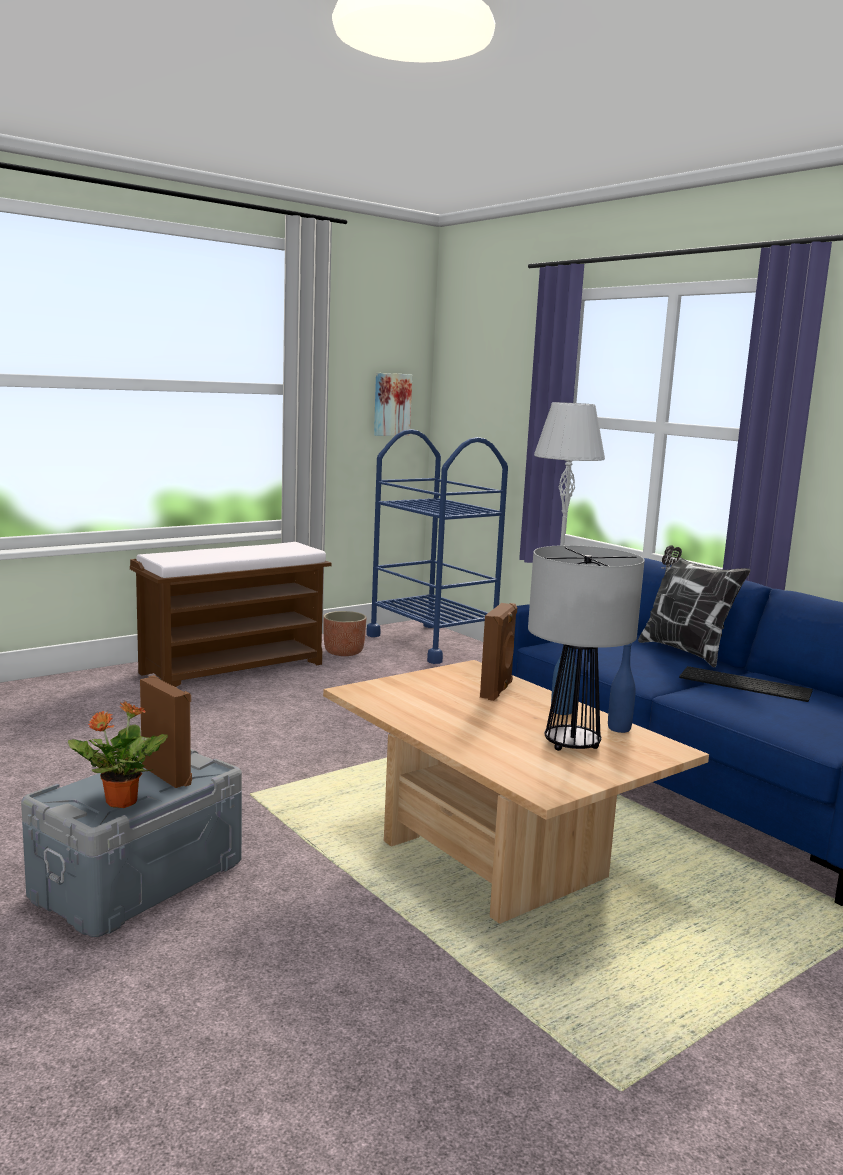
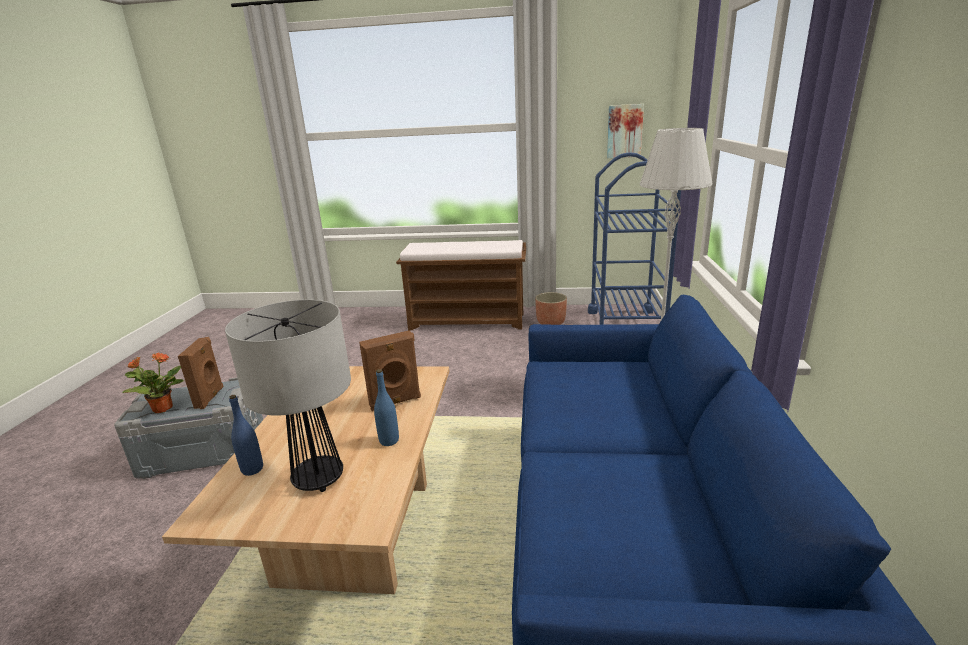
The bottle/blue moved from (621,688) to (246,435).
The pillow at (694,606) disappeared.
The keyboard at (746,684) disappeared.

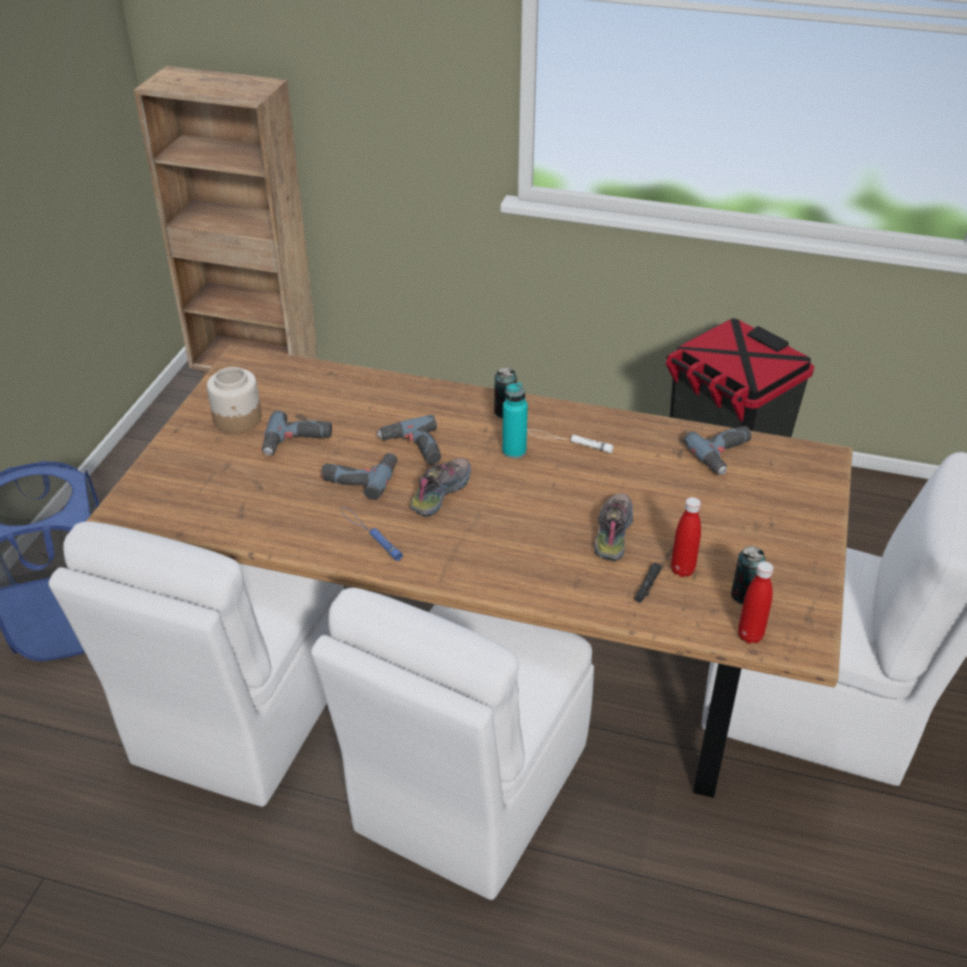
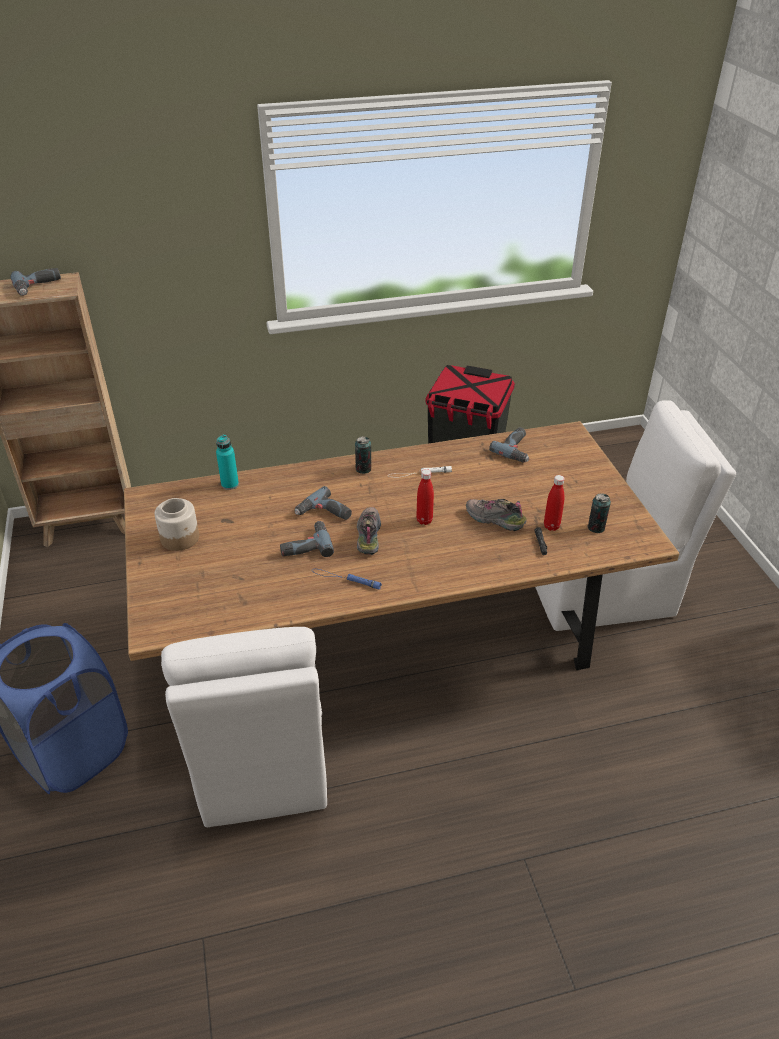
The power drill moved from (297,433) to (35,282).
The chair/white at (452,744) disappeared.
The bottle/turquoise moved from (515,420) to (227,462).
The shoe at (613,527) turned 45 degrees counterclockwise.
The bottle/red moved from (756,602) to (425,497).

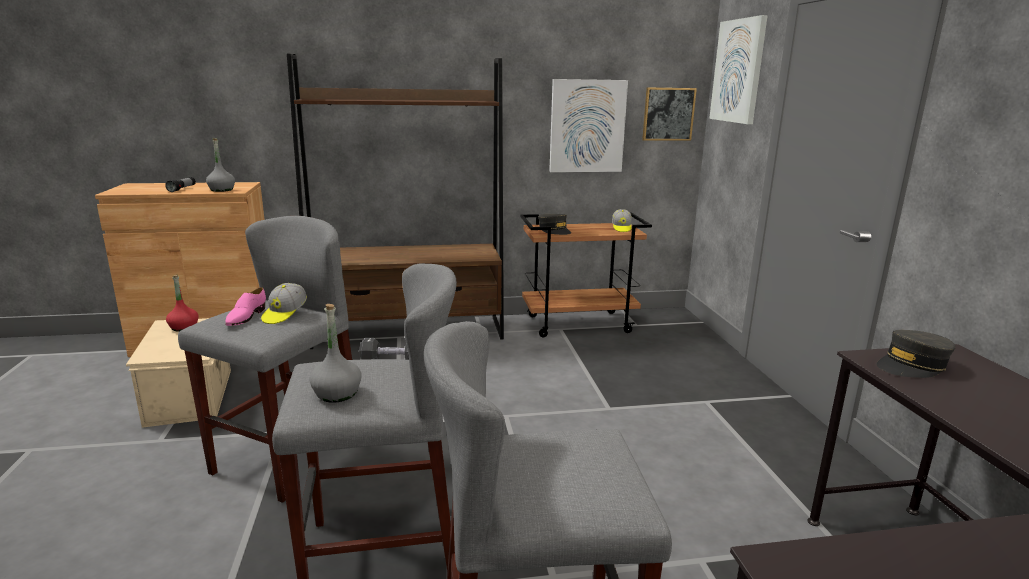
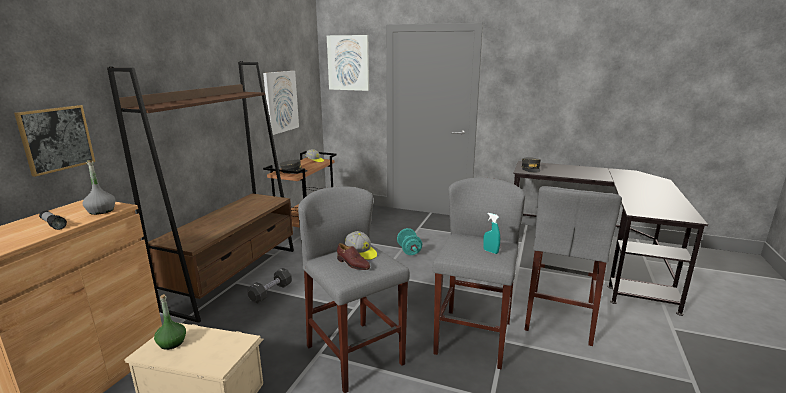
The bottle/red at (182,303) became the bottle/green at (170,322).
The shoe/pink at (245,306) became the shoe/brown at (353,256).
The bottle/grey at (336,353) was replaced by the spray bottle/turquoise at (491,233).
The picture moved from (669,114) to (54,141).
The dumbbell/turquoise at (409,241) appeared.

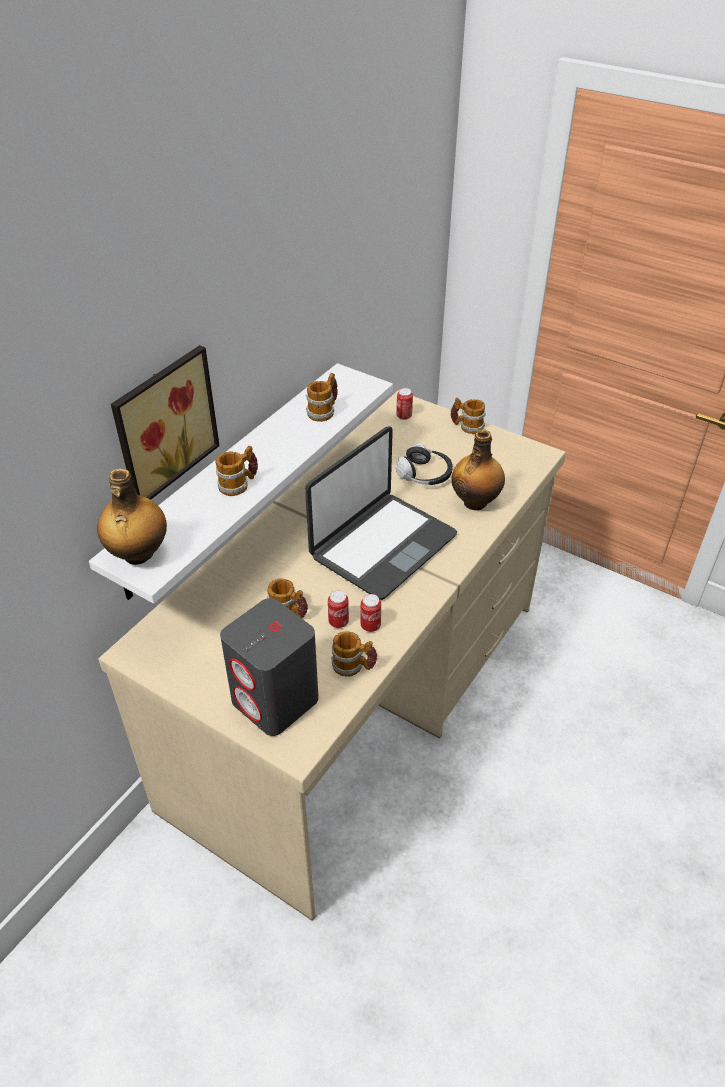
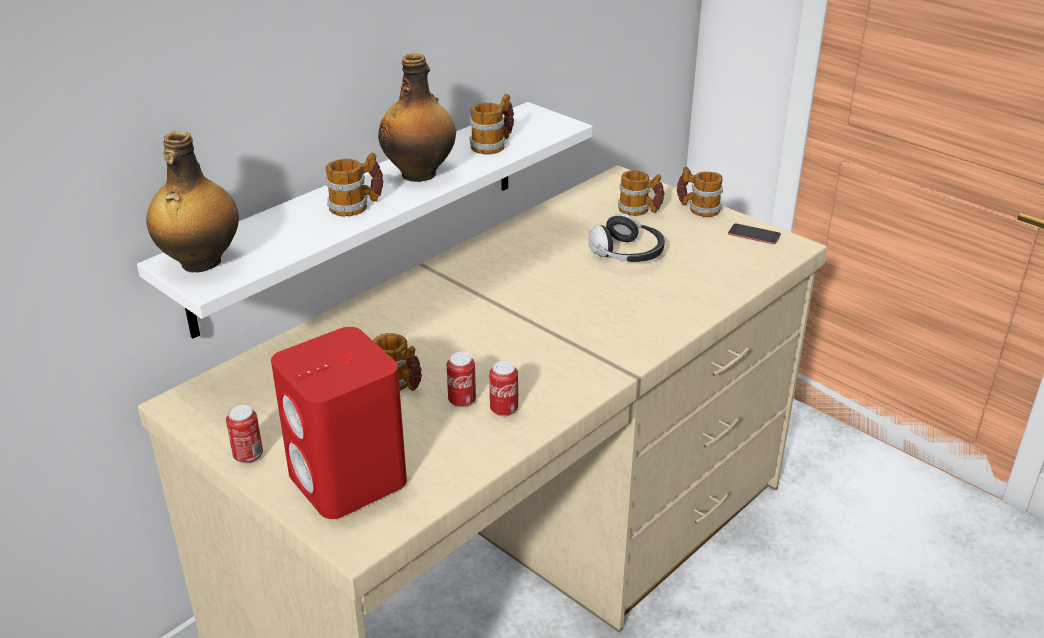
The picture at (165,422) disappeared.
The speaker/grey at (269,667) became the speaker/red at (339,423).
The laptop at (381,513) disappeared.
The mug moved from (354,654) to (641,193).
The can moved from (404,404) to (244,434).
The bottle moved from (478,469) to (417,117).
The phone at (754,233) appeared.

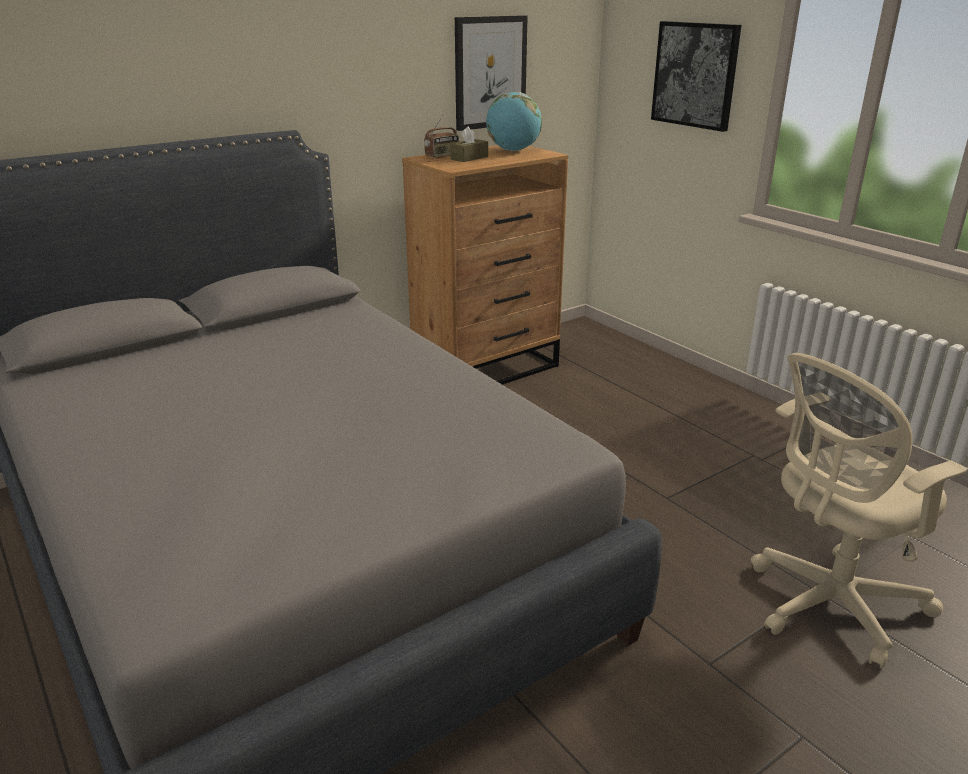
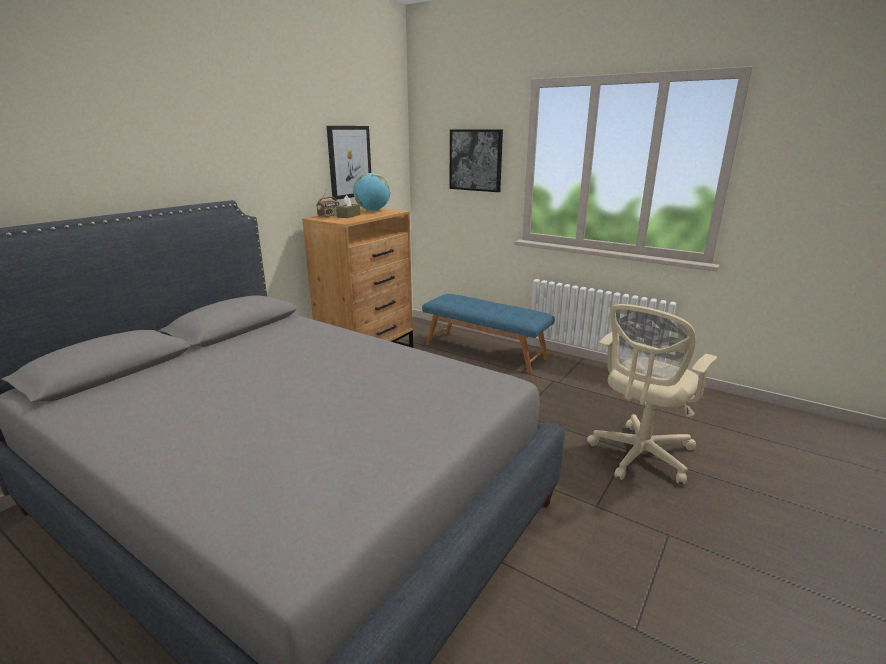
The bench/blue at (488,334) appeared.

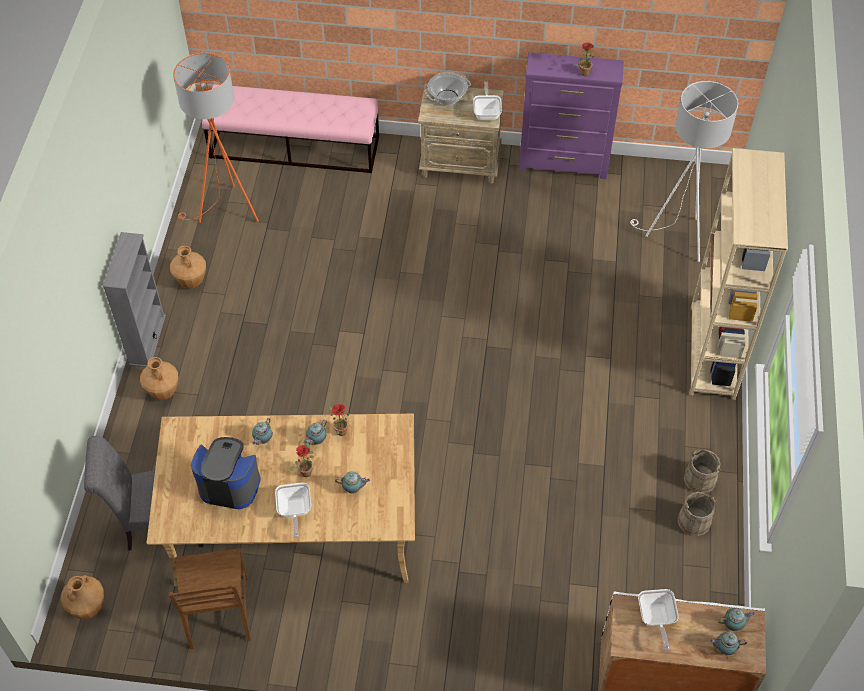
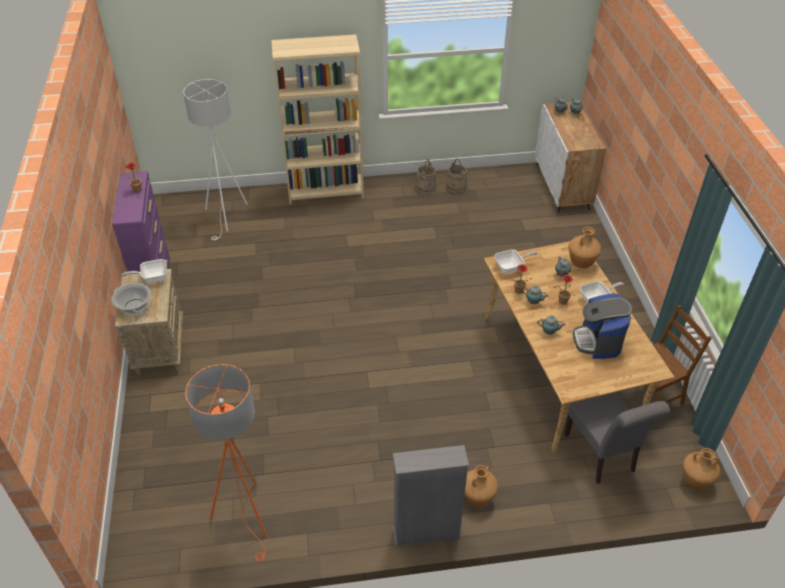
The vase/brown moved from (188,267) to (585,247).
The bench/pink at (290,128) disappeared.
The frying pan moved from (658,620) to (516,261).

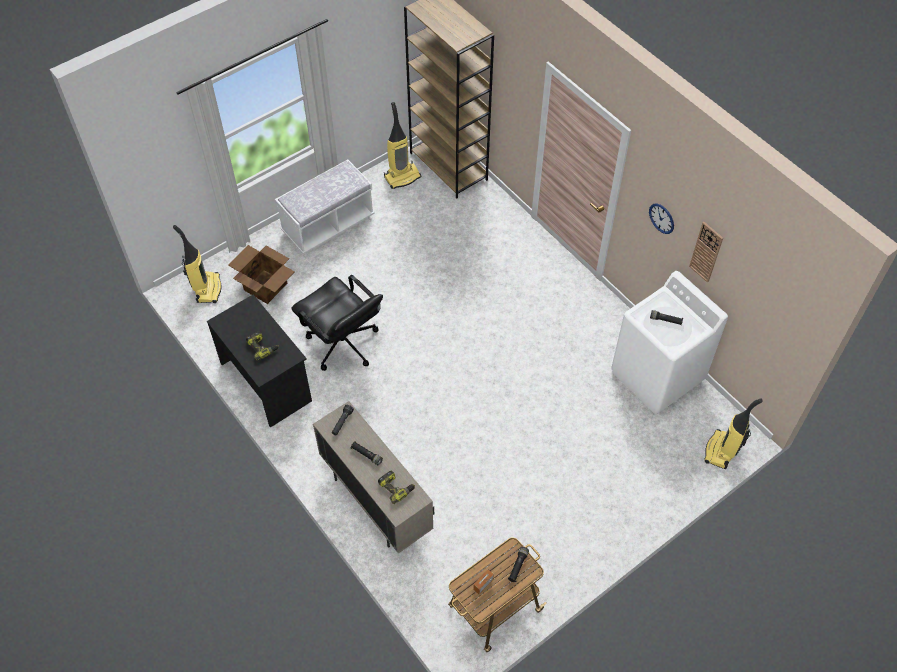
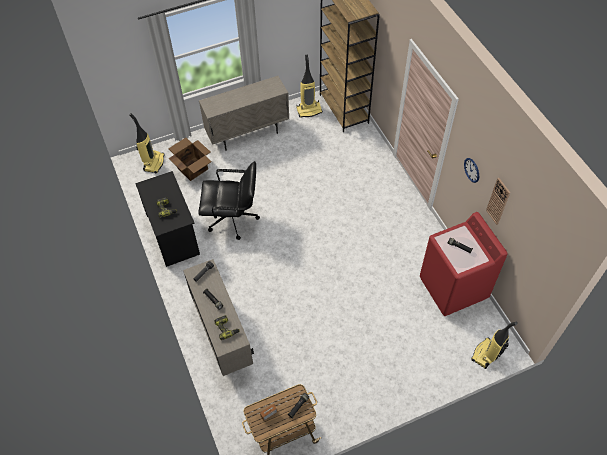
The bench/white at (324,207) was replaced by the cabinet/beige at (244,113).
The office chair/black at (337,323) turned 60 degrees counterclockwise.
The washing machine/white at (669,342) became the washing machine/red at (464,264).

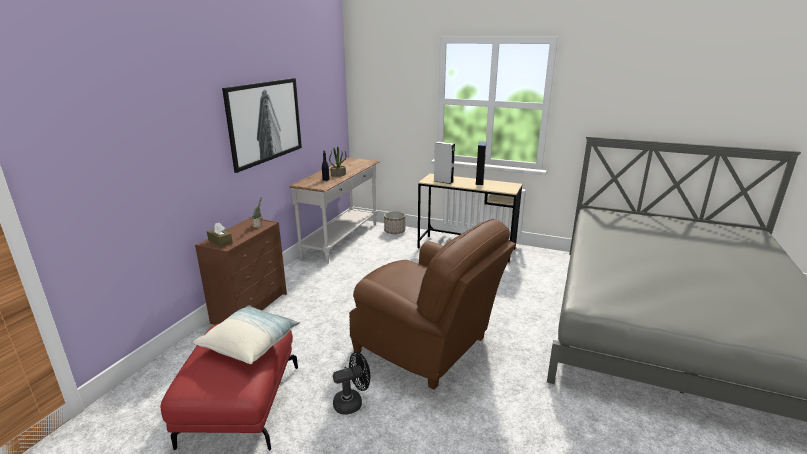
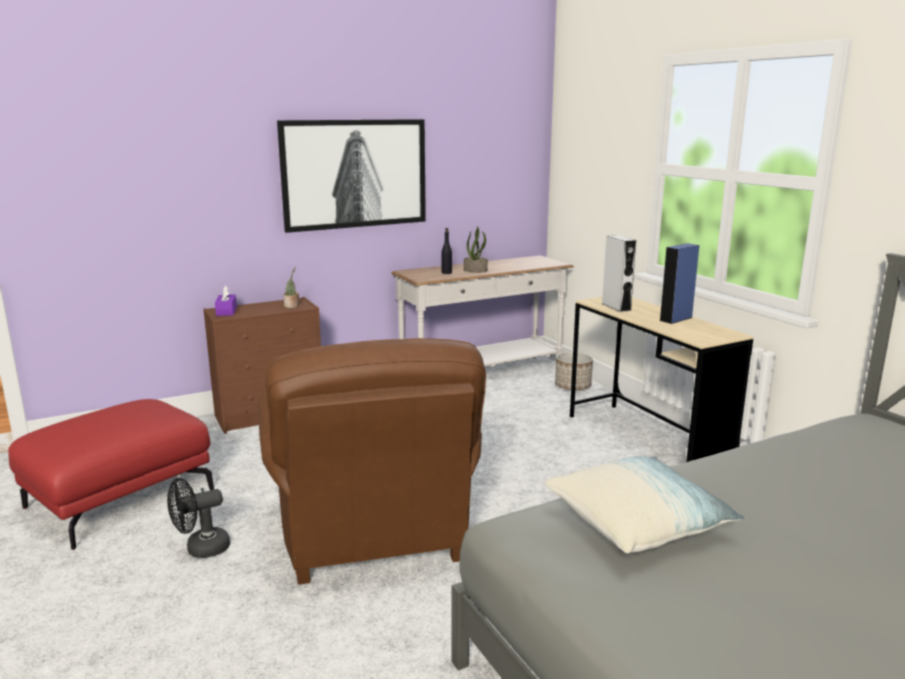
The pillow moved from (246,334) to (644,504).
The tissue box/brown at (220,235) became the tissue box/purple at (226,300).
The fan/black at (351,383) turned 135 degrees clockwise.

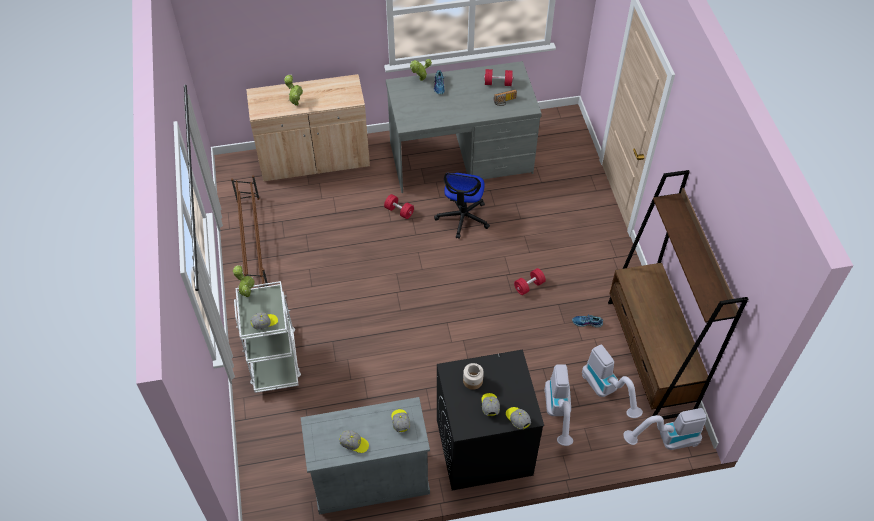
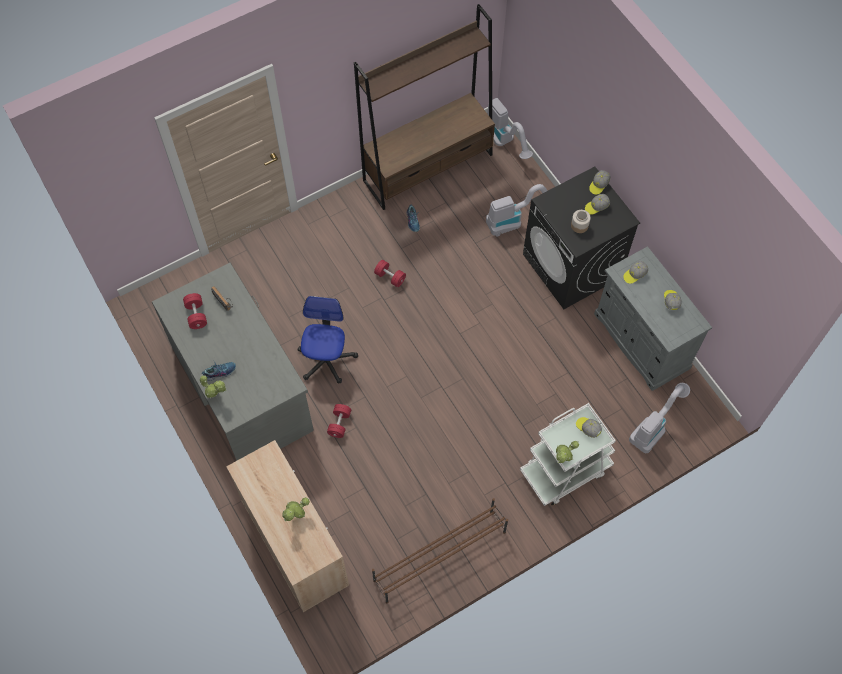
The office chair at (462,206) turned 75 degrees counterclockwise.
The vacuum cleaner moved from (612,381) to (659,418).

